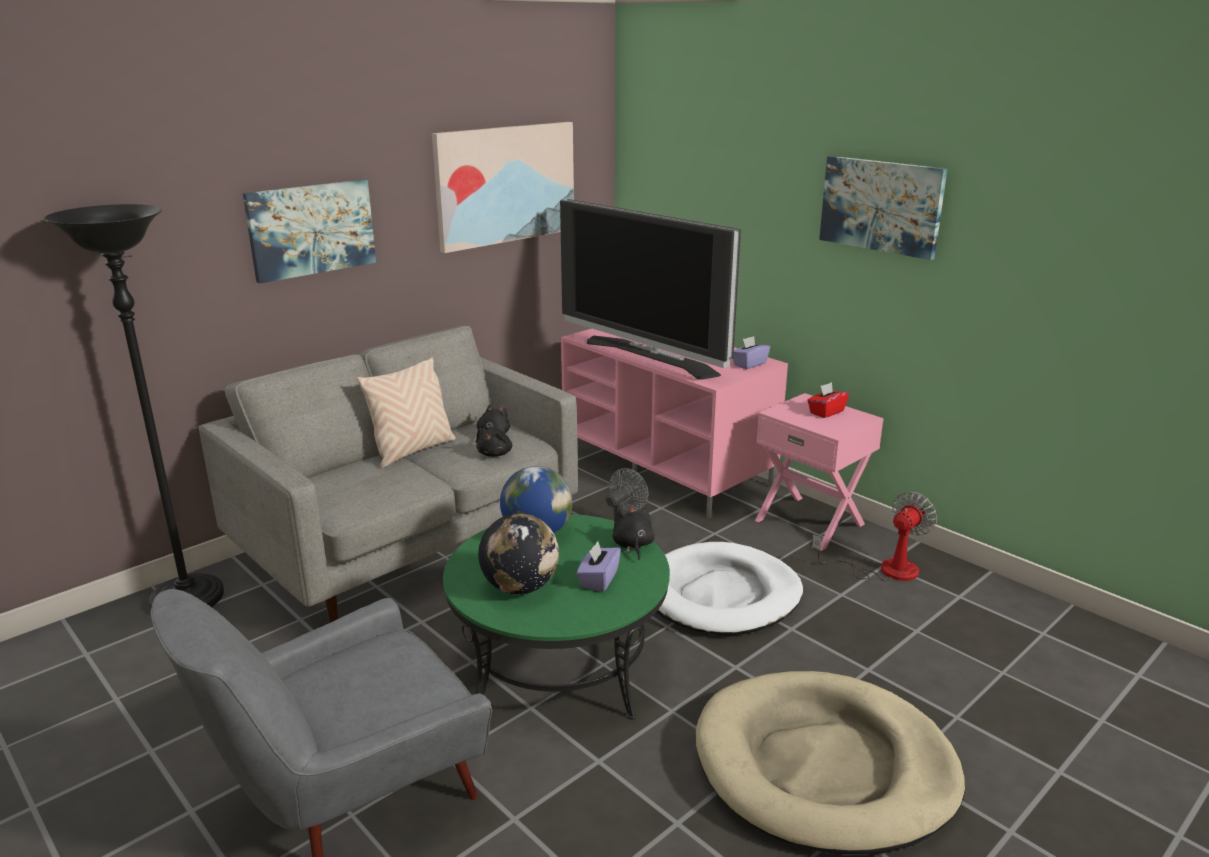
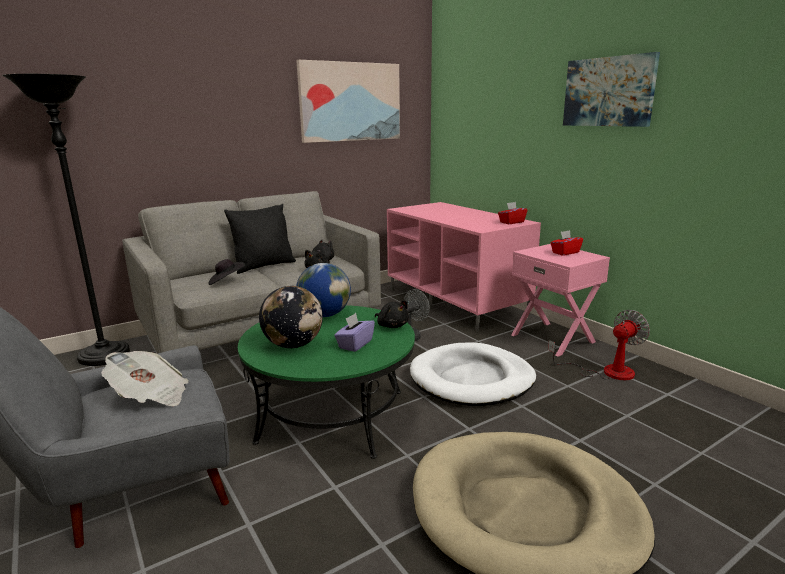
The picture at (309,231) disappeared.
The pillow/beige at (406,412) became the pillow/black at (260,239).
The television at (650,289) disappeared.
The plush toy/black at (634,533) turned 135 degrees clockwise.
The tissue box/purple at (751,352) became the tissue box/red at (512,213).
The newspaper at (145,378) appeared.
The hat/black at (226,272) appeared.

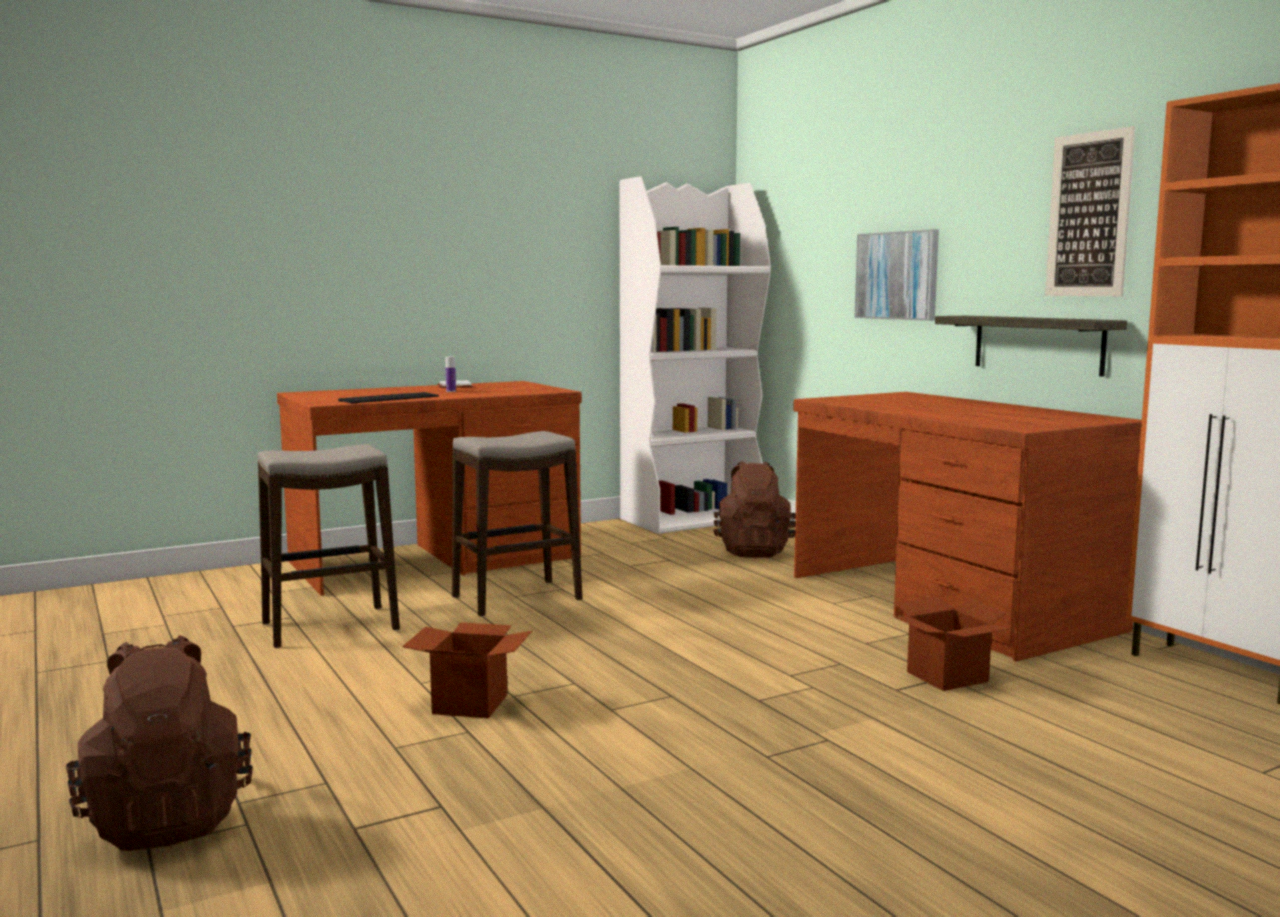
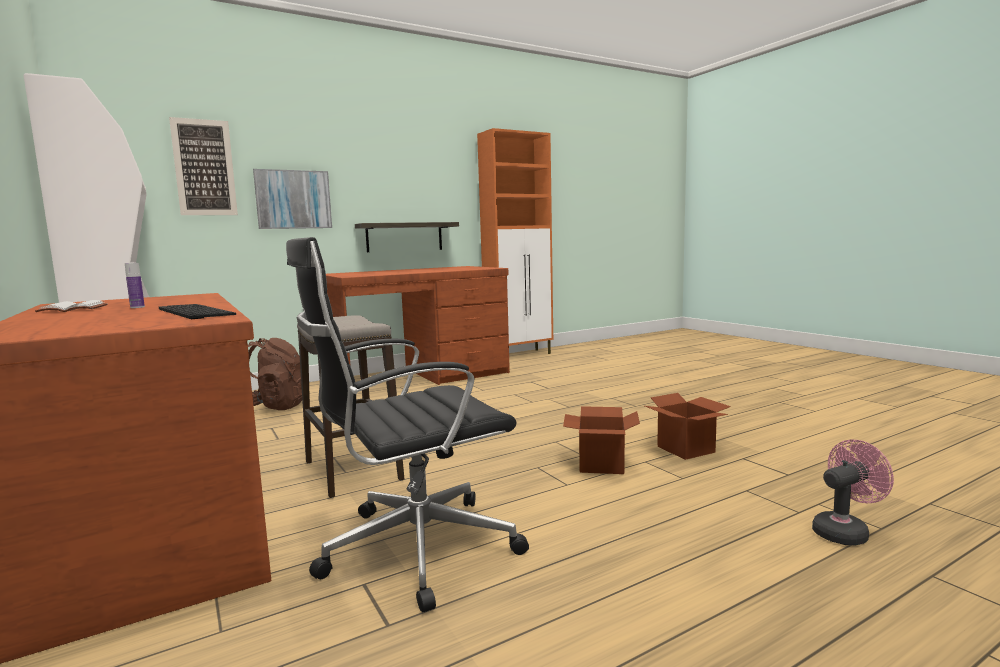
The backpack/brown at (159,743) was replaced by the fan/pink at (853,492).
The stool at (328,546) was replaced by the office chair/black at (407,424).
The cardboard box moved from (953,644) to (688,426).
The picture moved from (1090,211) to (203,166).

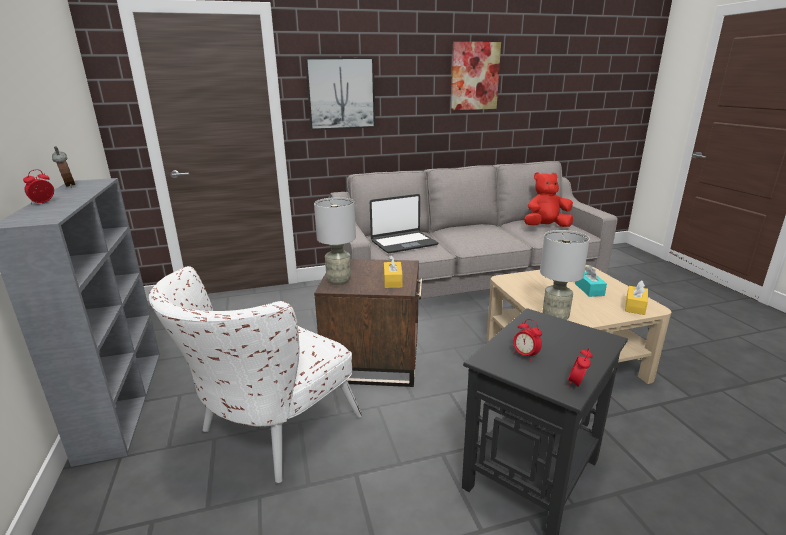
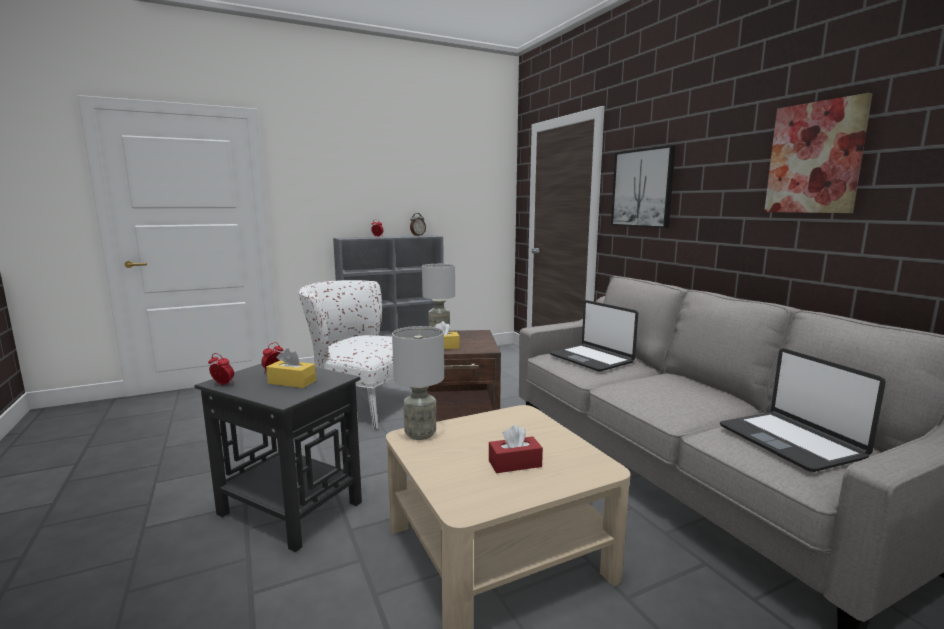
The plush toy/red at (548,199) was replaced by the laptop at (803,410).
The tissue box/turquoise at (591,281) became the tissue box/red at (516,449).
The tissue box/yellow moved from (636,298) to (291,368).

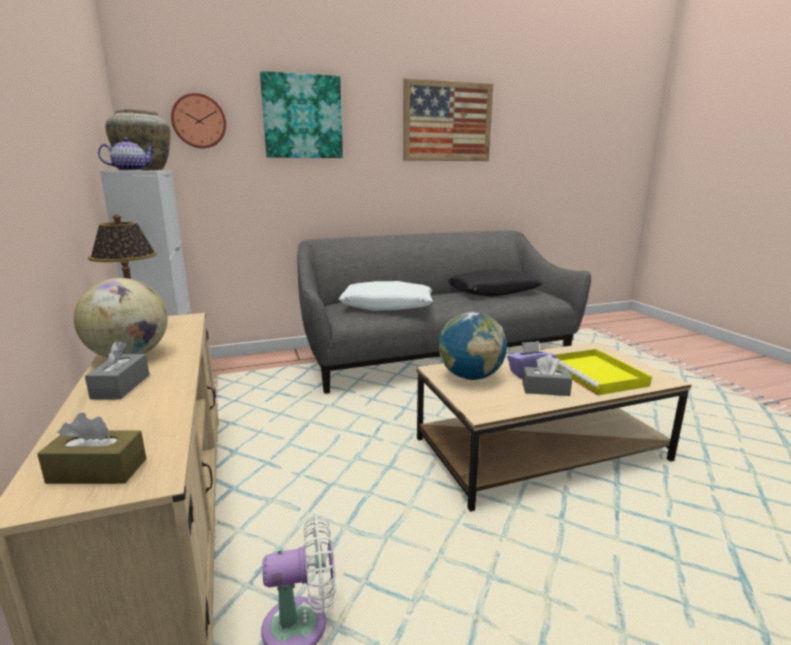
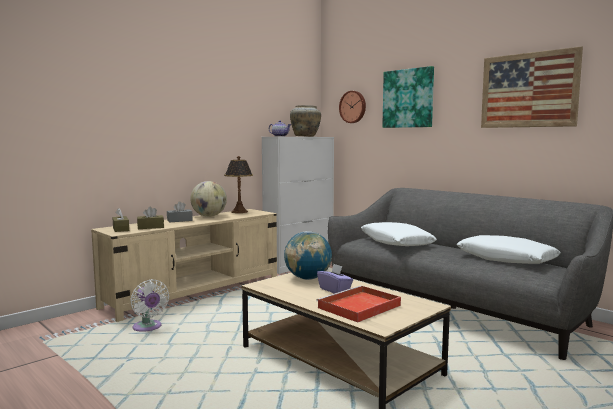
The pillow/black at (495,283) became the pillow/white at (509,249).
The tissue box/grey at (547,375) disappeared.
The tray/yellow at (604,372) became the tray/red at (358,303).
The tissue box/brown at (150,218) appeared.

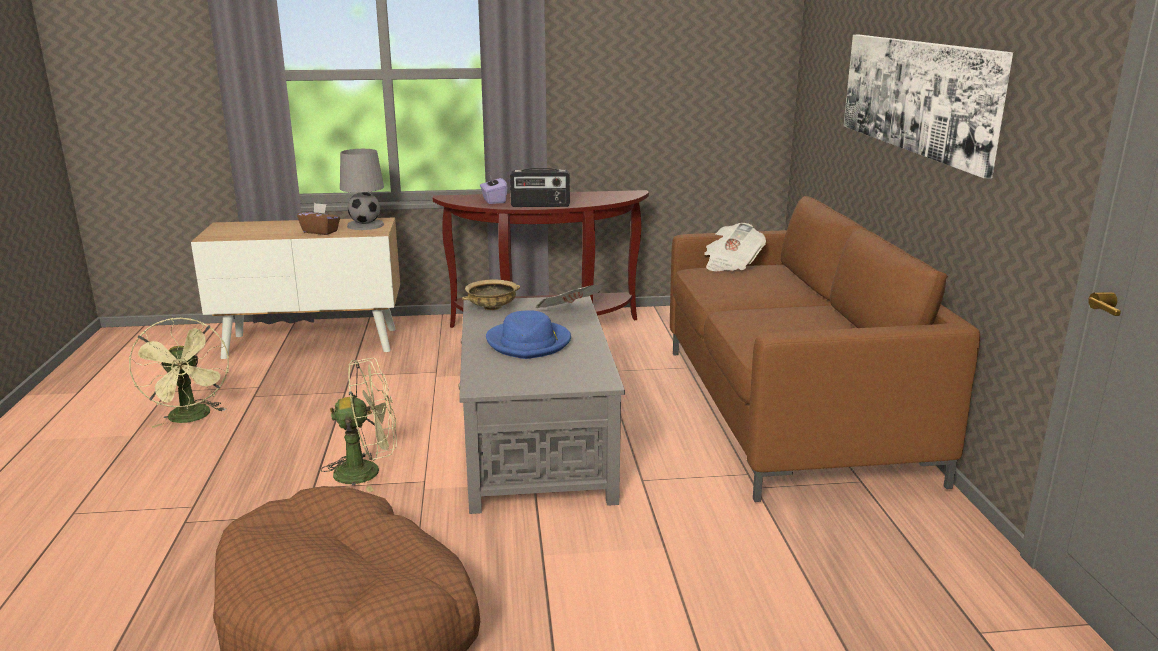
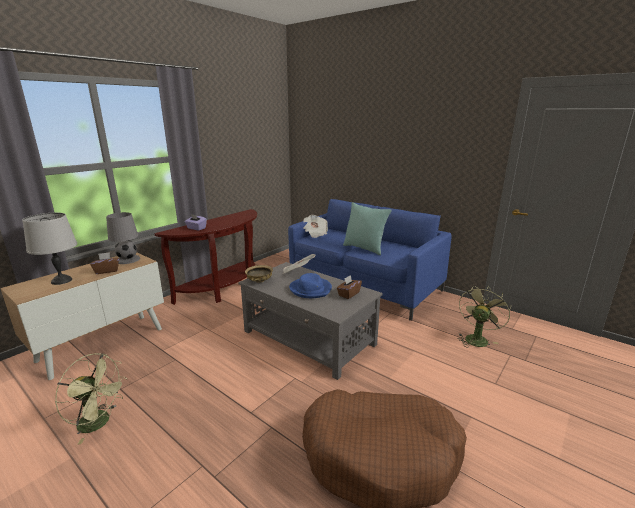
The fan/green moved from (359,425) to (484,316).
The radio at (540,187) disappeared.
The sofa/brown at (825,349) became the sofa/blue at (370,260).
The picture at (928,106) disappeared.
The table lamp/grey at (50,249) appeared.
The tissue box/brown at (349,287) appeared.
The pillow/turquoise at (367,228) appeared.

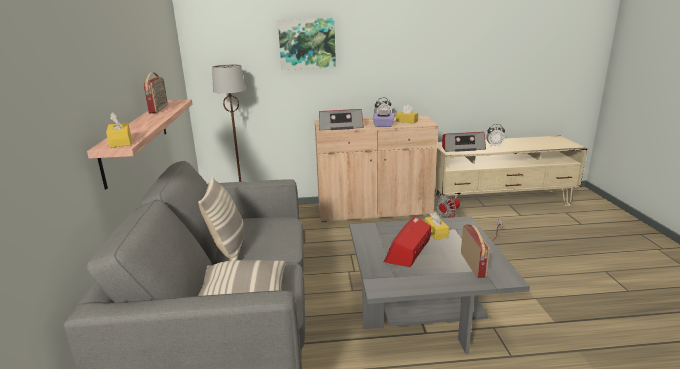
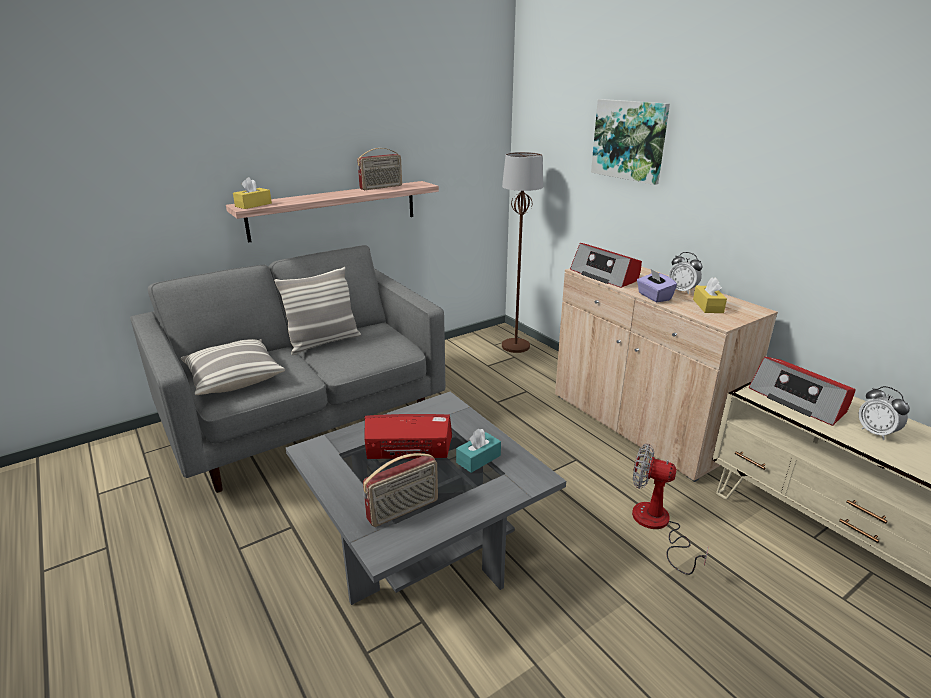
The tissue box/yellow at (436,226) became the tissue box/turquoise at (478,451).

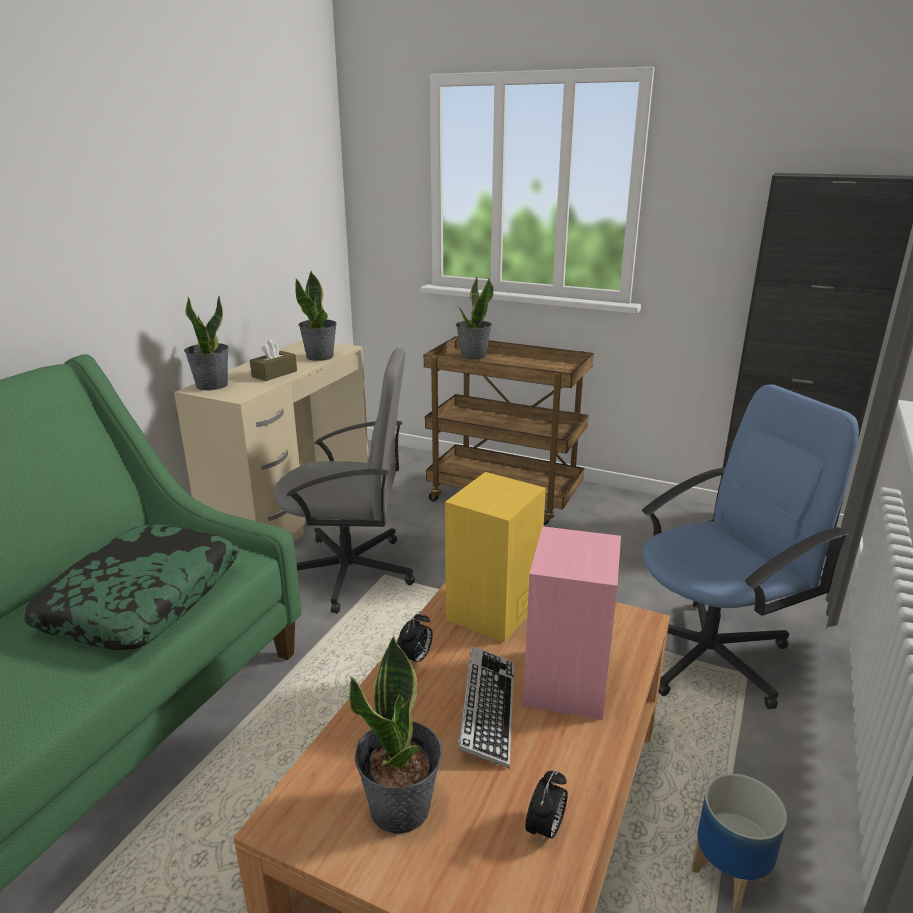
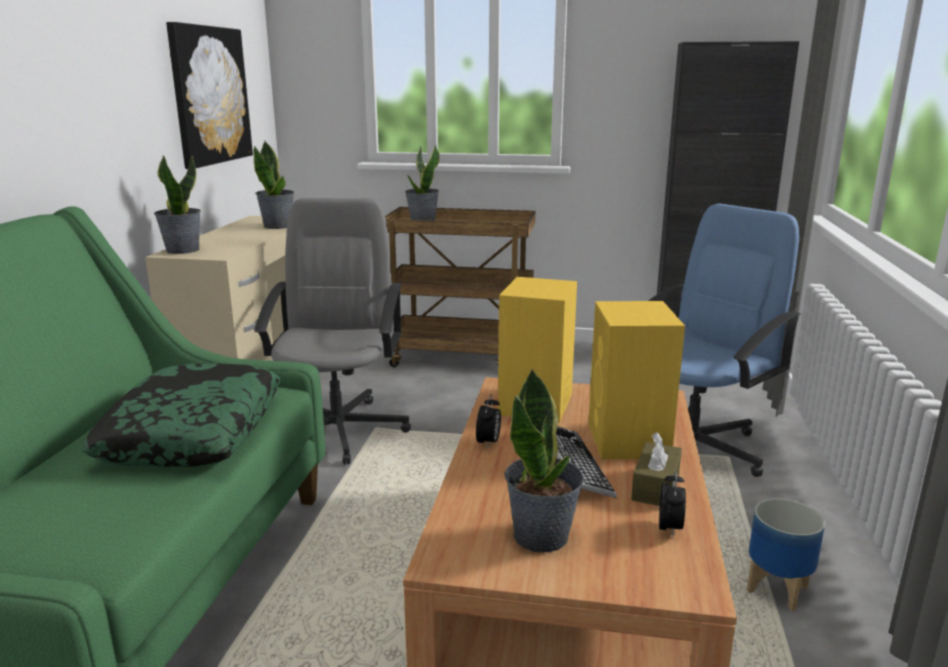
The tissue box/brown moved from (273,360) to (656,469).
The office chair/grey at (344,481) turned 75 degrees counterclockwise.
The speaker/pink at (572,623) became the speaker/yellow at (636,380).
The picture at (209,95) appeared.

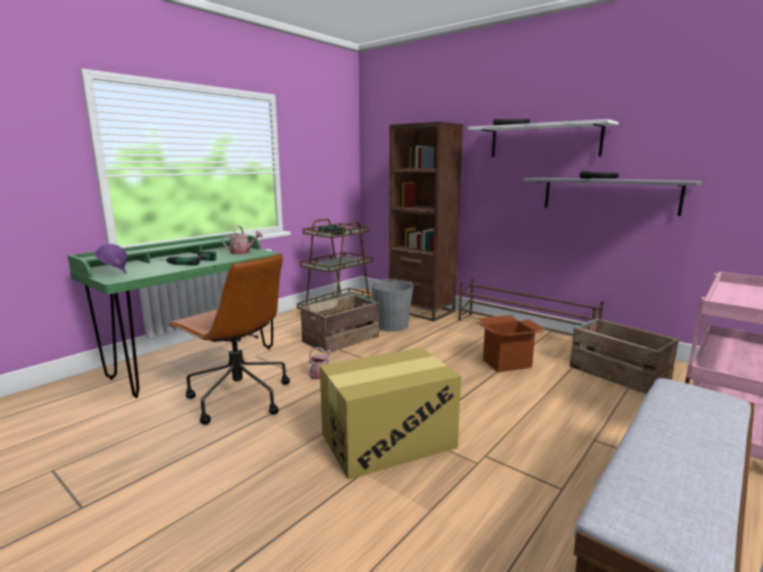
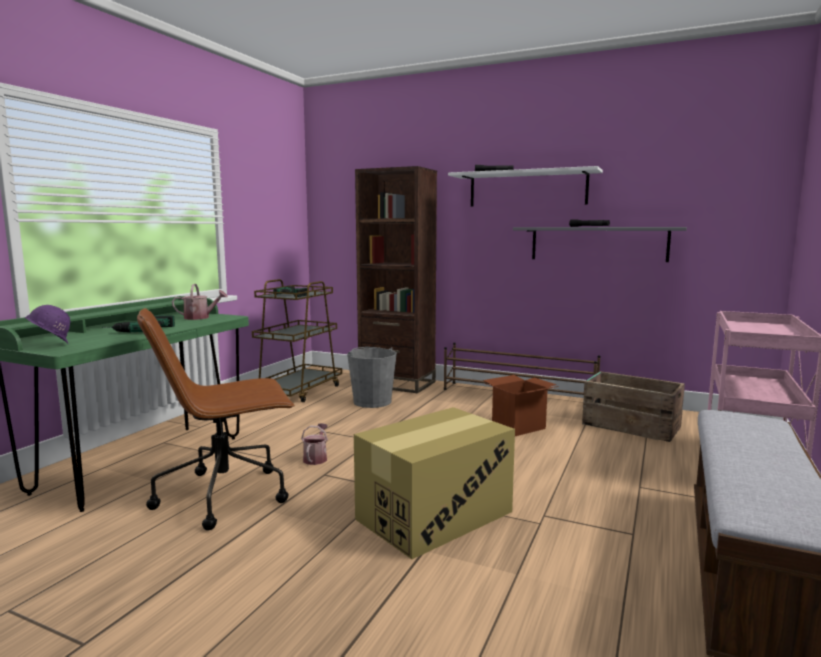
The office chair/brown at (228,339) turned 135 degrees clockwise.
The crate at (340,324) disappeared.

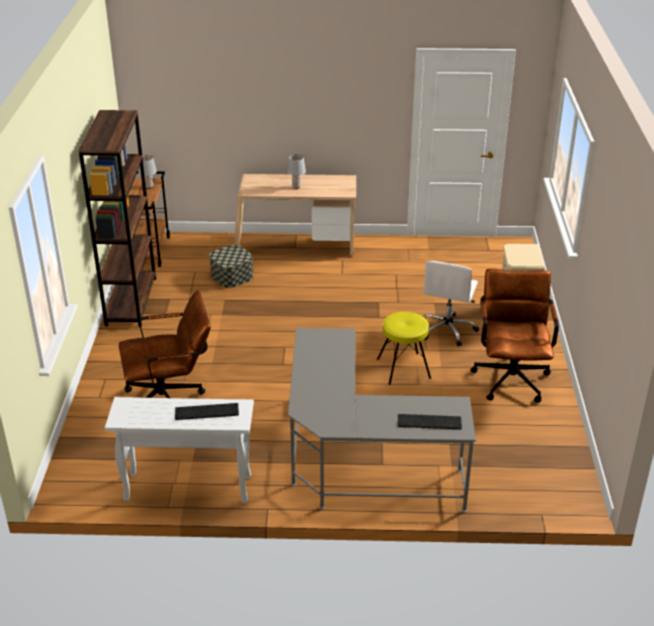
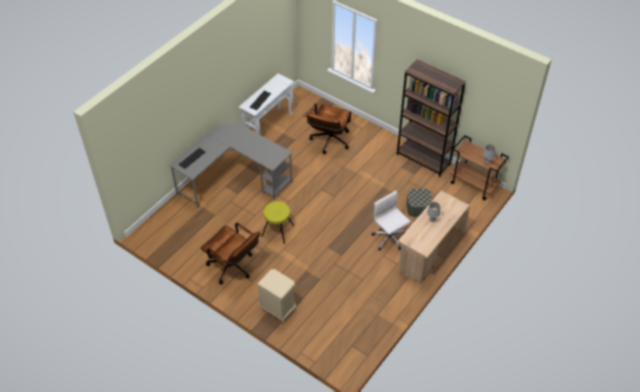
The office chair/white moved from (451,303) to (391,221).

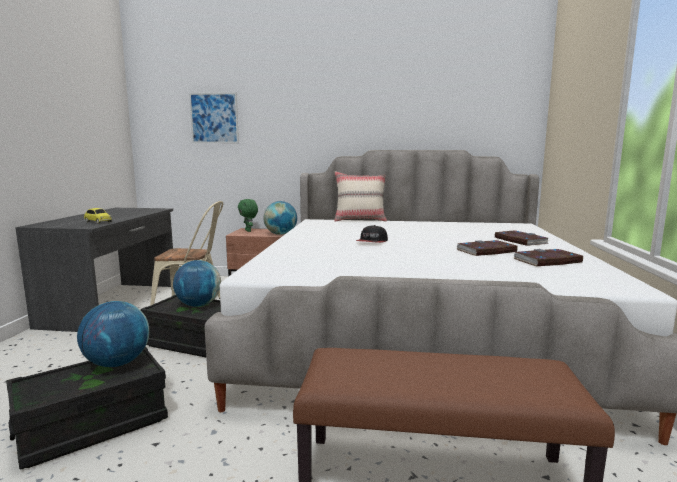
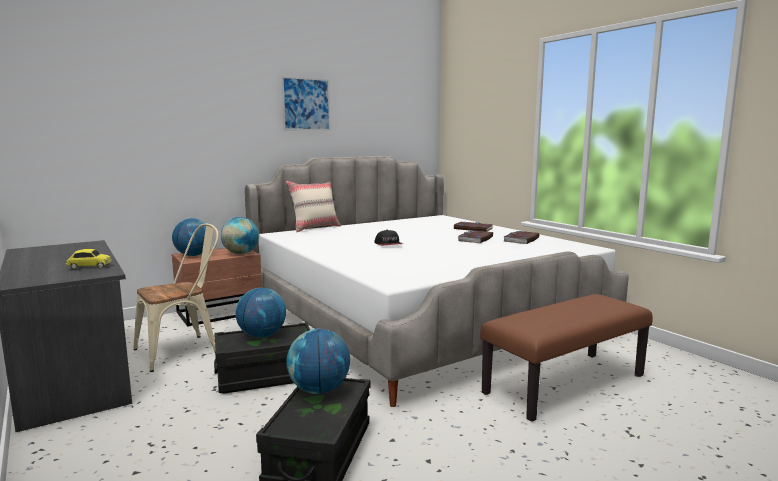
The picture moved from (214,117) to (306,103).
The plush toy/green at (248,215) was replaced by the globe at (189,237).

